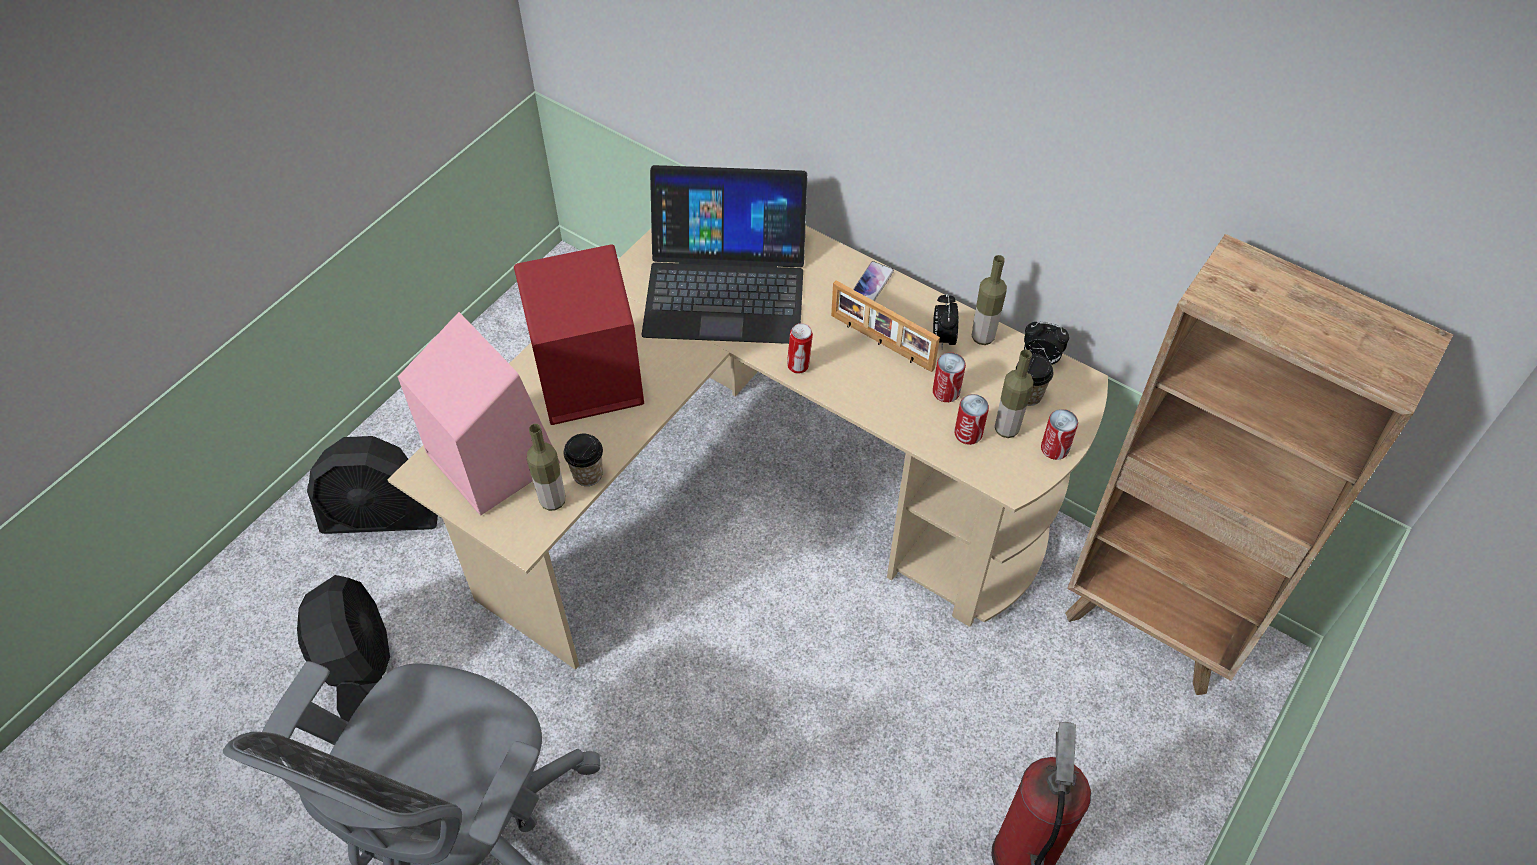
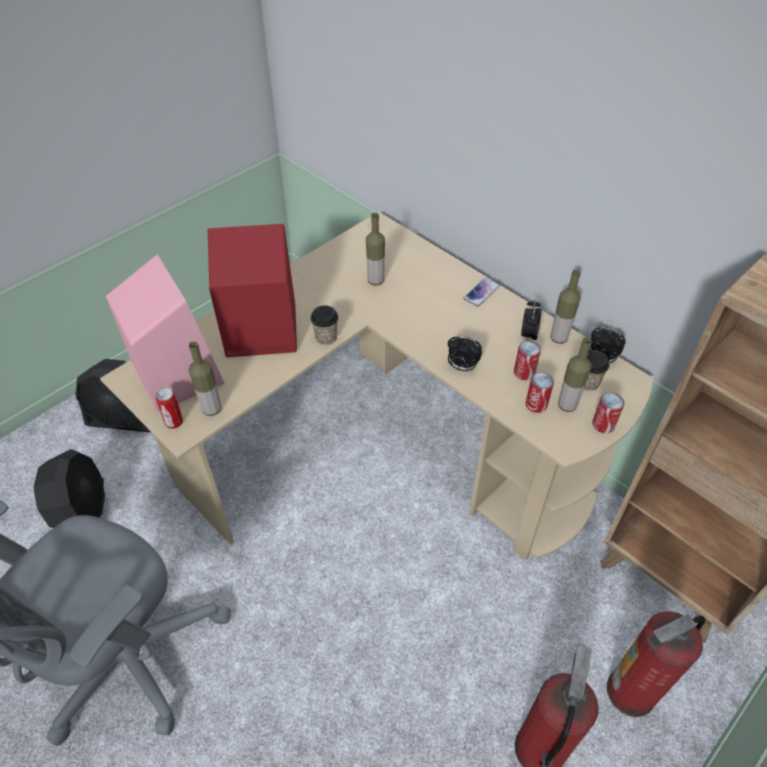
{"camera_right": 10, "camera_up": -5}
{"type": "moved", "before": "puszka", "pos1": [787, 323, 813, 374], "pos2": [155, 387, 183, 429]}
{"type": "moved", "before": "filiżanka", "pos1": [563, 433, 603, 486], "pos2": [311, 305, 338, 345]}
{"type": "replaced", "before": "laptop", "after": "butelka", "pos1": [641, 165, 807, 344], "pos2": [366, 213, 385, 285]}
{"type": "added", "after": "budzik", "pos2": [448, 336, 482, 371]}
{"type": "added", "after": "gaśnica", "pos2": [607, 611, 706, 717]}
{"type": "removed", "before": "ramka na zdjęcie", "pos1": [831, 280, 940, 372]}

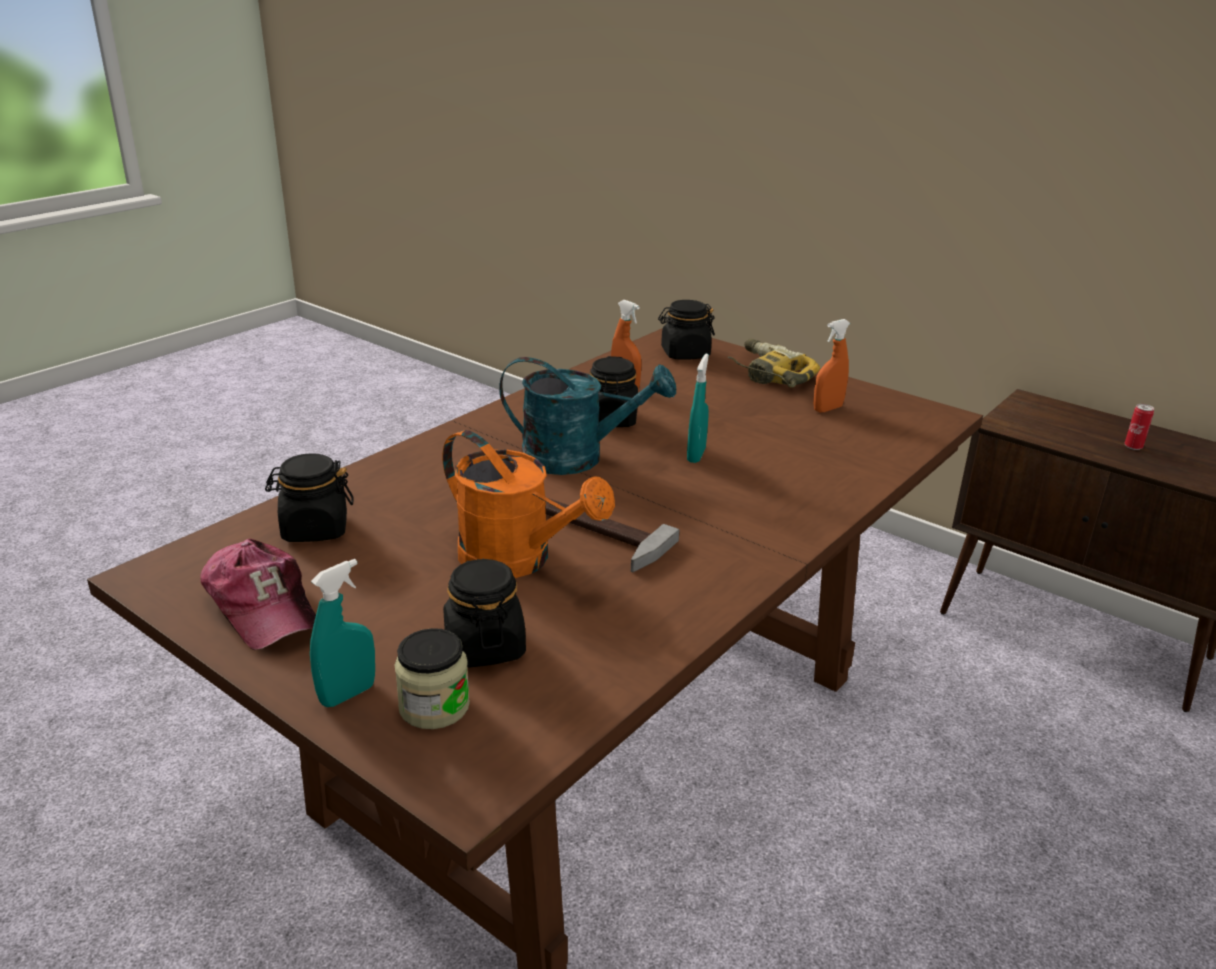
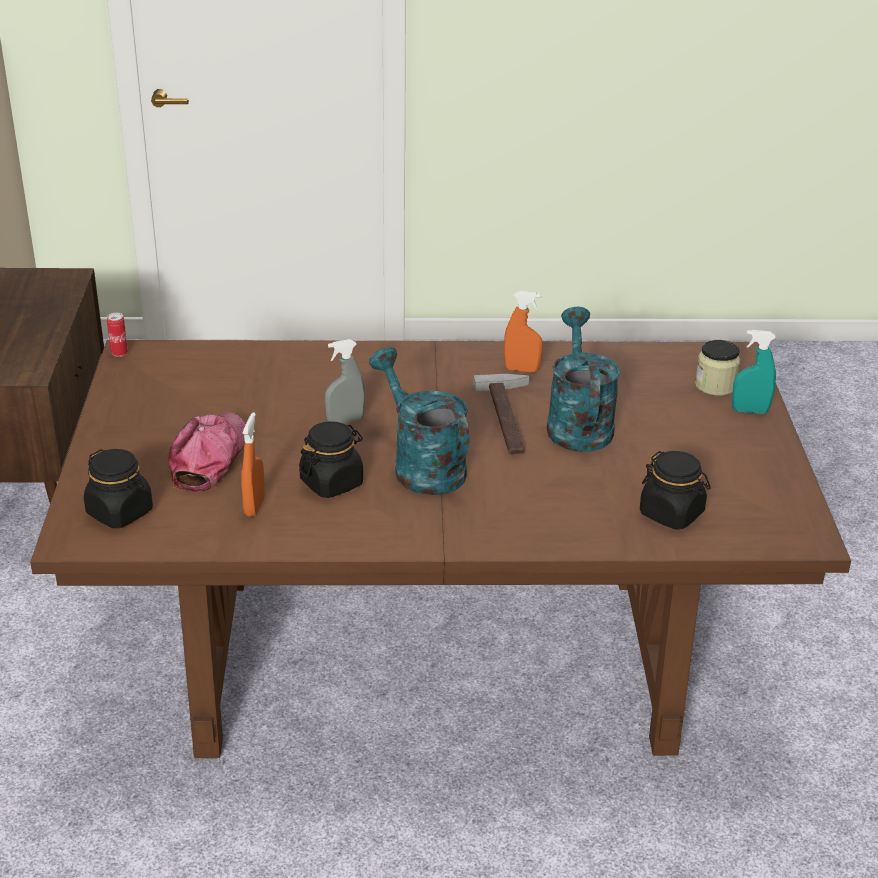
{"camera_right": -130, "camera_up": 5}
{"type": "moved", "before": "puszka", "pos1": [1125, 404, 1154, 450], "pos2": [107, 313, 128, 357]}
{"type": "moved", "before": "czapka z daszkiem", "pos1": [200, 539, 316, 650], "pos2": [169, 412, 246, 492]}
{"type": "recoloured", "before": "spryskiwacz [turkusowy]", "after": "spryskiwacz [szary]", "pos1": [687, 354, 709, 463], "pos2": [325, 339, 365, 424]}
{"type": "moved", "before": "spryskiwacz [pomarańczowy]", "pos1": [813, 319, 850, 413], "pos2": [504, 291, 543, 373]}
{"type": "recoloured", "before": "konewka [pomarańczowy]", "after": "konewka [turkusowy]", "pos1": [442, 430, 615, 578], "pos2": [547, 307, 620, 452]}
{"type": "removed", "before": "słoik [czarny]", "pos1": [443, 558, 526, 668]}
{"type": "removed", "before": "wiertarka", "pos1": [728, 338, 820, 388]}

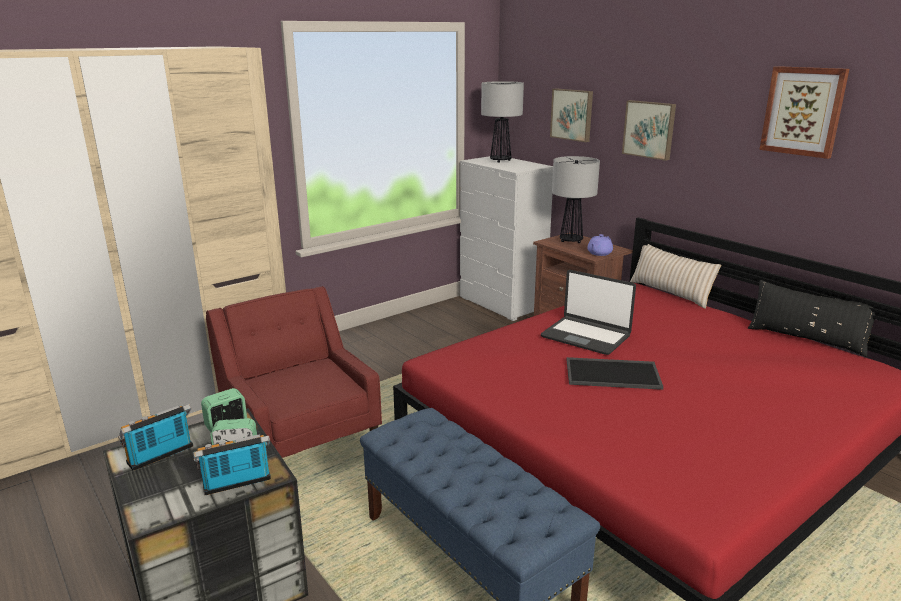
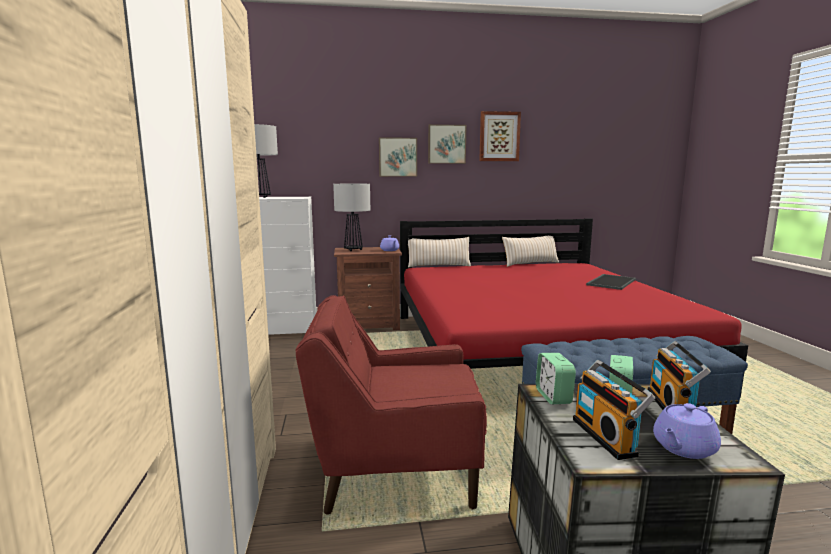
{"camera_right": -60, "camera_up": -10}
{"type": "moved", "before": "obraz", "pos1": [550, 88, 593, 142], "pos2": [428, 124, 467, 164]}
{"type": "recoloured", "before": "poduszka [czarny]", "after": "poduszka [beżowy]", "pos1": [748, 280, 875, 357], "pos2": [502, 236, 559, 267]}
{"type": "moved", "before": "taca", "pos1": [567, 357, 663, 390], "pos2": [586, 274, 636, 290]}
{"type": "added", "after": "imbryk [fioletowy]", "pos2": [653, 403, 721, 459]}
{"type": "removed", "before": "laptop", "pos1": [541, 270, 636, 355]}

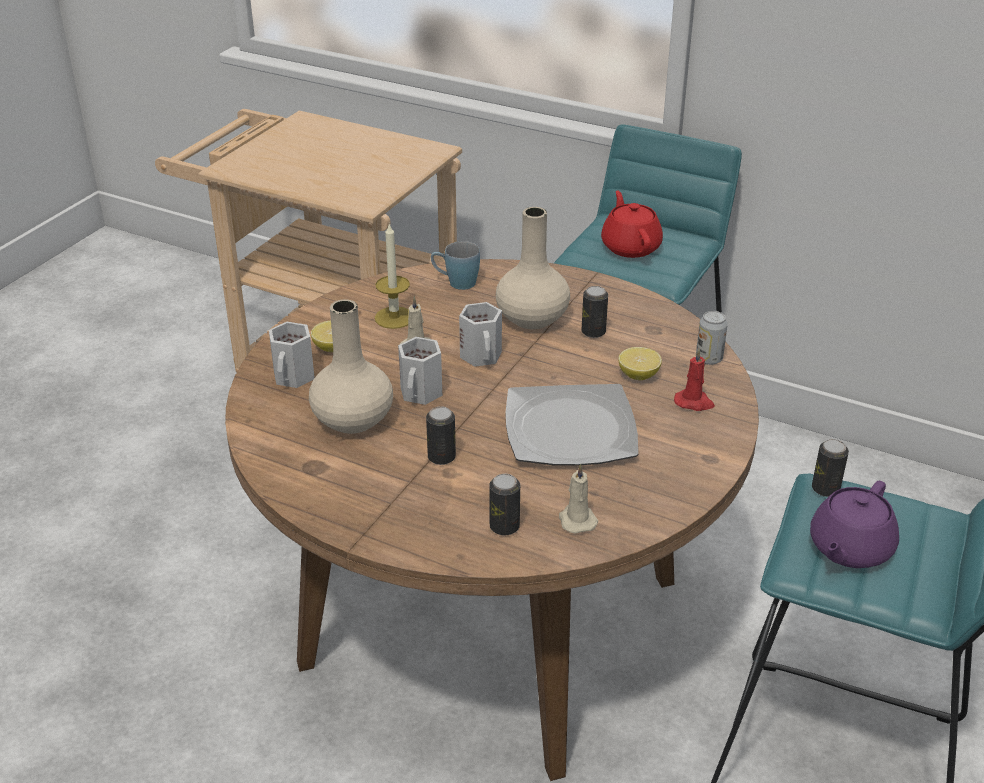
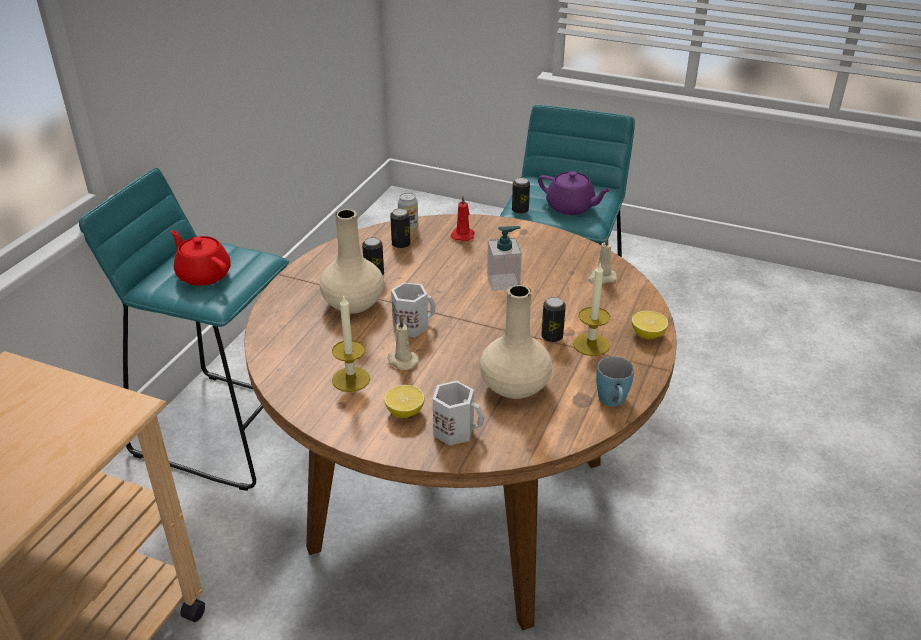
{"camera_right": -95, "camera_up": 0}
{"type": "turned", "before": "imbryk [czerwony]", "pos1": [601, 191, 663, 258], "pos2": [171, 230, 231, 286], "turn": 60}
{"type": "moved", "before": "puszka", "pos1": [490, 474, 520, 536], "pos2": [390, 208, 411, 249]}
{"type": "replaced", "before": "talerz", "after": "dozownik mydła", "pos1": [505, 384, 638, 466], "pos2": [487, 226, 522, 291]}
{"type": "added", "after": "świeca", "pos2": [573, 264, 610, 356]}
{"type": "moved", "before": "kubek [niebieski]", "pos1": [431, 241, 480, 290], "pos2": [596, 356, 634, 407]}
{"type": "moved", "before": "cytryna", "pos1": [619, 347, 662, 380], "pos2": [632, 311, 668, 339]}
{"type": "removed", "before": "kubek [biały]", "pos1": [398, 337, 442, 405]}

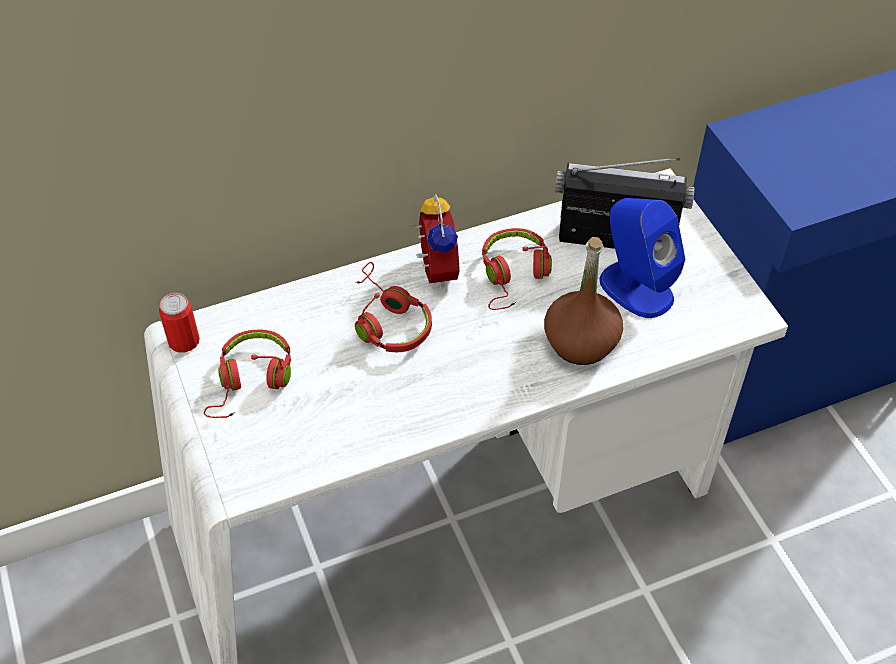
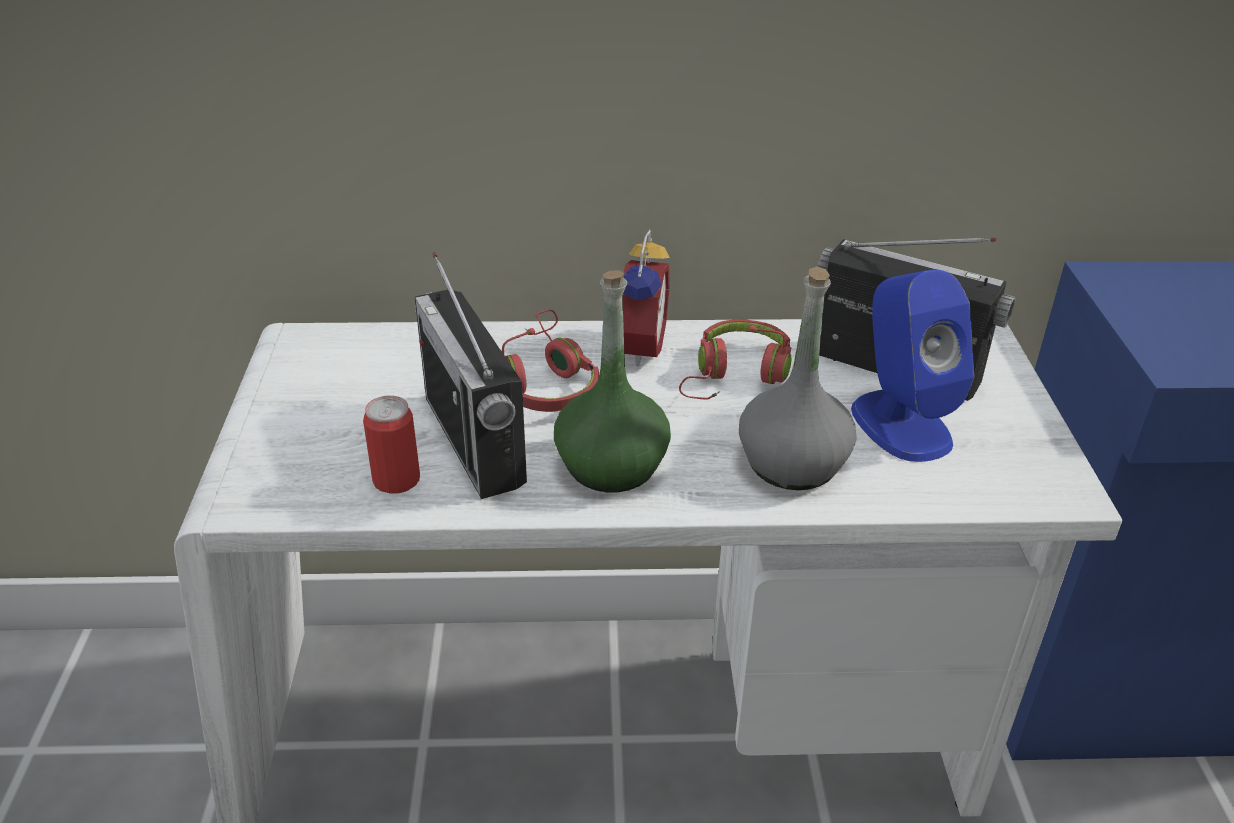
{"camera_right": 20, "camera_up": -15}
{"type": "moved", "before": "puszka", "pos1": [159, 293, 200, 353], "pos2": [363, 395, 420, 494]}
{"type": "added", "after": "radio", "pos2": [415, 252, 527, 499]}
{"type": "added", "after": "butelka [zielony]", "pos2": [554, 270, 671, 492]}
{"type": "recoloured", "before": "butelka [brązowy]", "after": "butelka [szary]", "pos1": [544, 237, 623, 365], "pos2": [739, 267, 856, 490]}
{"type": "removed", "before": "słuchawki [czerwony]", "pos1": [204, 330, 291, 418]}

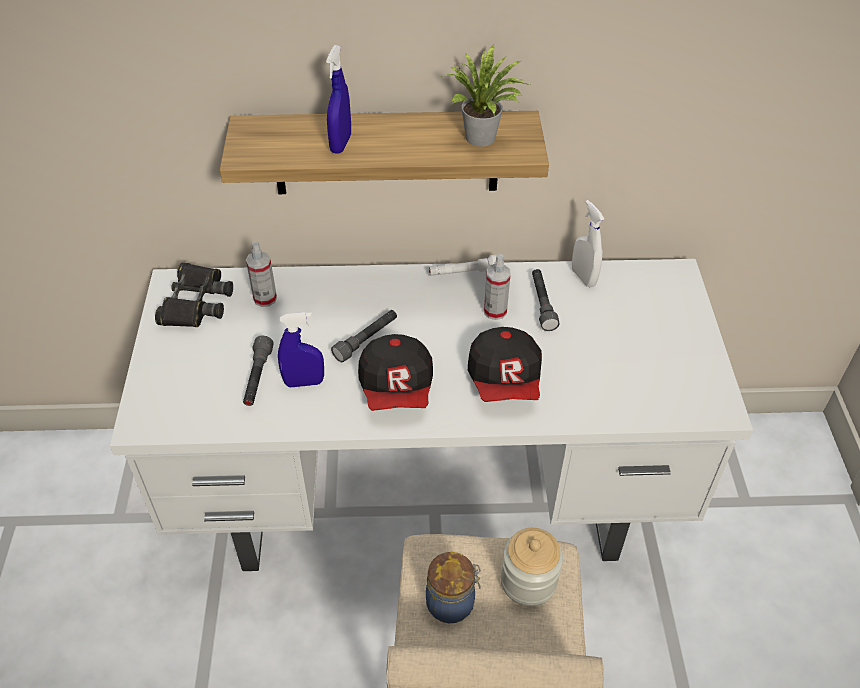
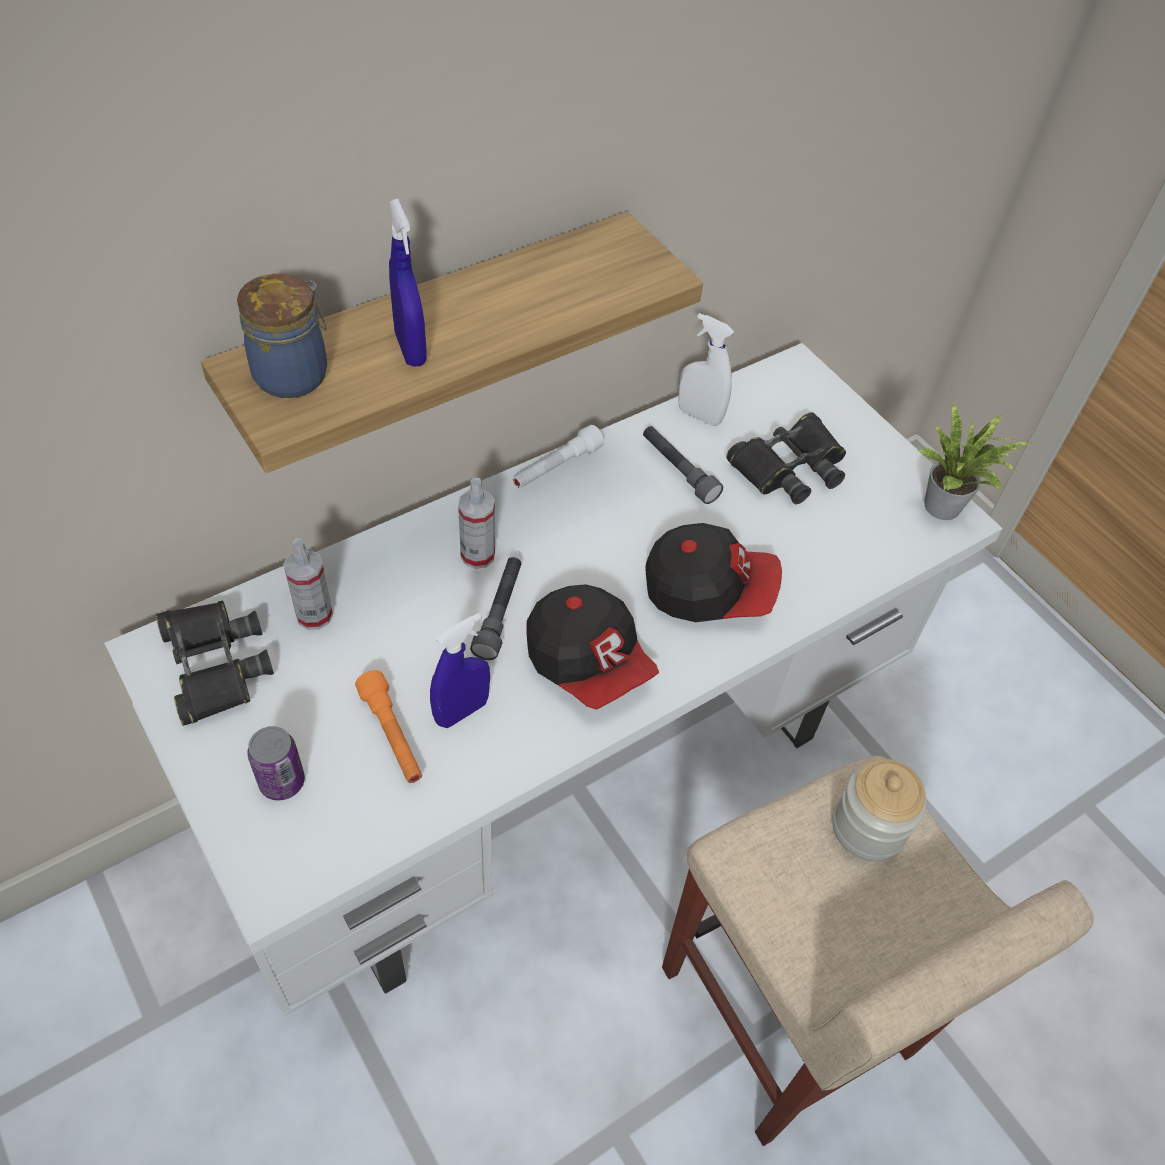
{"camera_right": -35, "camera_up": 5}
{"type": "moved", "before": "słoik", "pos1": [426, 552, 481, 623], "pos2": [237, 273, 327, 398]}
{"type": "added", "after": "puszka", "pos2": [247, 726, 305, 800]}
{"type": "recoloured", "before": "latarka [szary]", "after": "latarka [pomarańczowy]", "pos1": [243, 336, 274, 406], "pos2": [355, 670, 422, 783]}
{"type": "moved", "before": "spryskiwacz", "pos1": [484, 254, 511, 320], "pos2": [458, 478, 495, 569]}
{"type": "turned", "before": "czapka z daszkiem", "pos1": [468, 327, 542, 402], "pos2": [646, 523, 782, 622], "turn": -45}
{"type": "added", "after": "lornetka [czarny]", "pos2": [726, 412, 846, 504]}
{"type": "moved", "before": "roślina doniczkowa", "pos1": [443, 44, 530, 147], "pos2": [918, 400, 1031, 520]}

